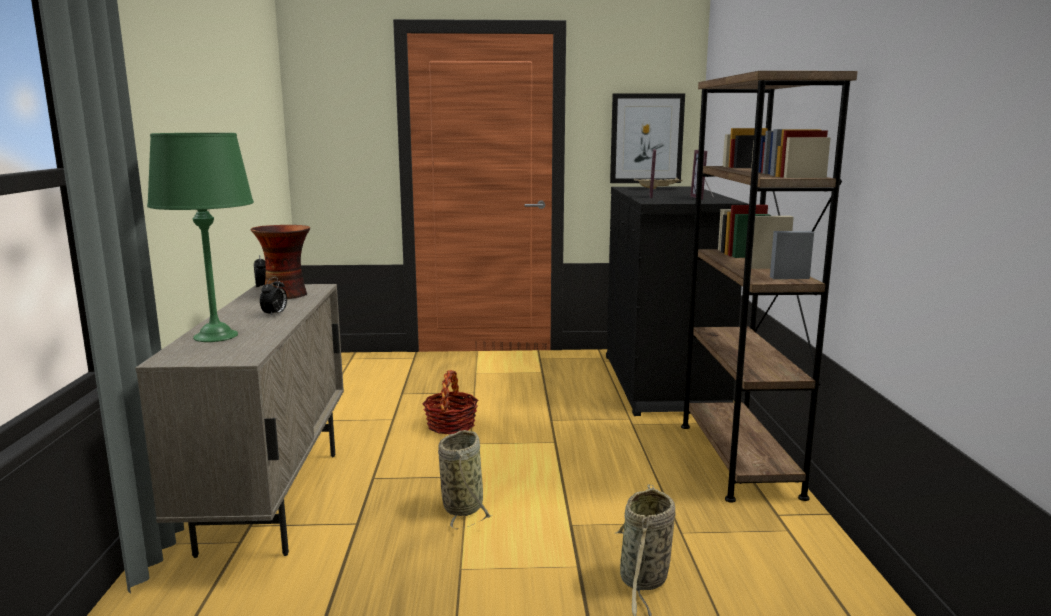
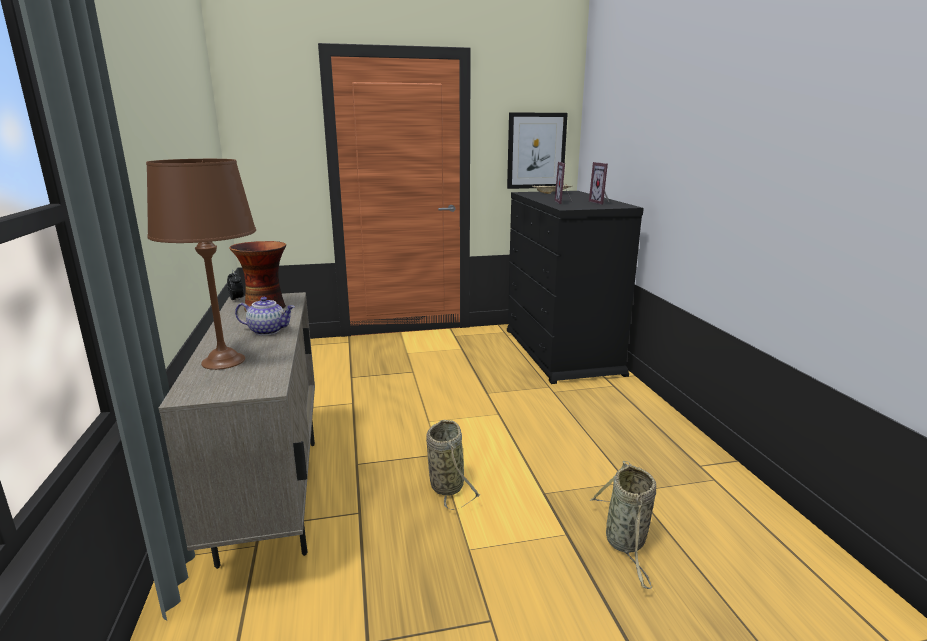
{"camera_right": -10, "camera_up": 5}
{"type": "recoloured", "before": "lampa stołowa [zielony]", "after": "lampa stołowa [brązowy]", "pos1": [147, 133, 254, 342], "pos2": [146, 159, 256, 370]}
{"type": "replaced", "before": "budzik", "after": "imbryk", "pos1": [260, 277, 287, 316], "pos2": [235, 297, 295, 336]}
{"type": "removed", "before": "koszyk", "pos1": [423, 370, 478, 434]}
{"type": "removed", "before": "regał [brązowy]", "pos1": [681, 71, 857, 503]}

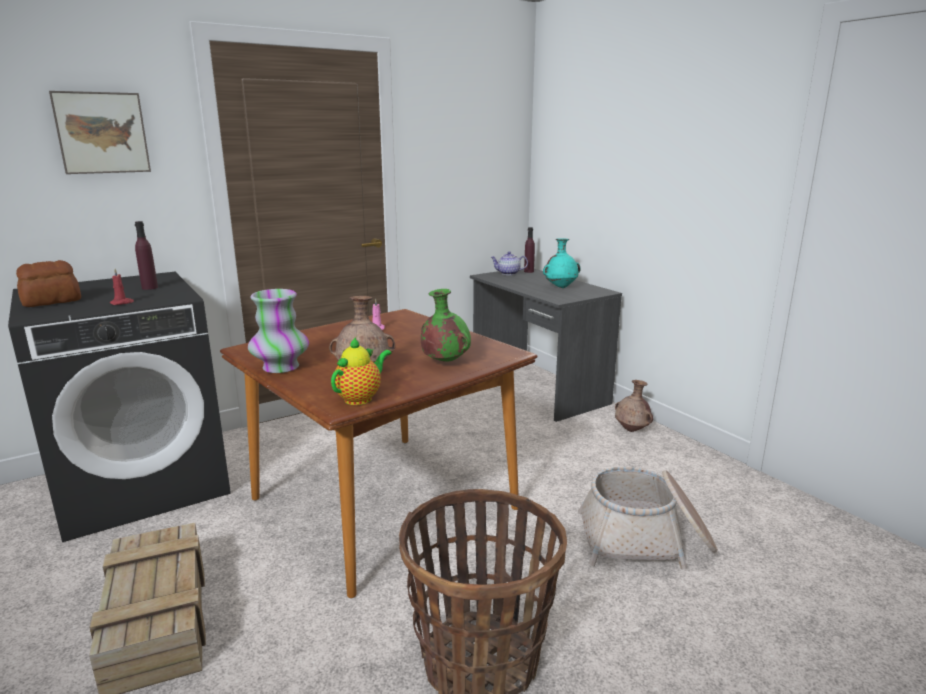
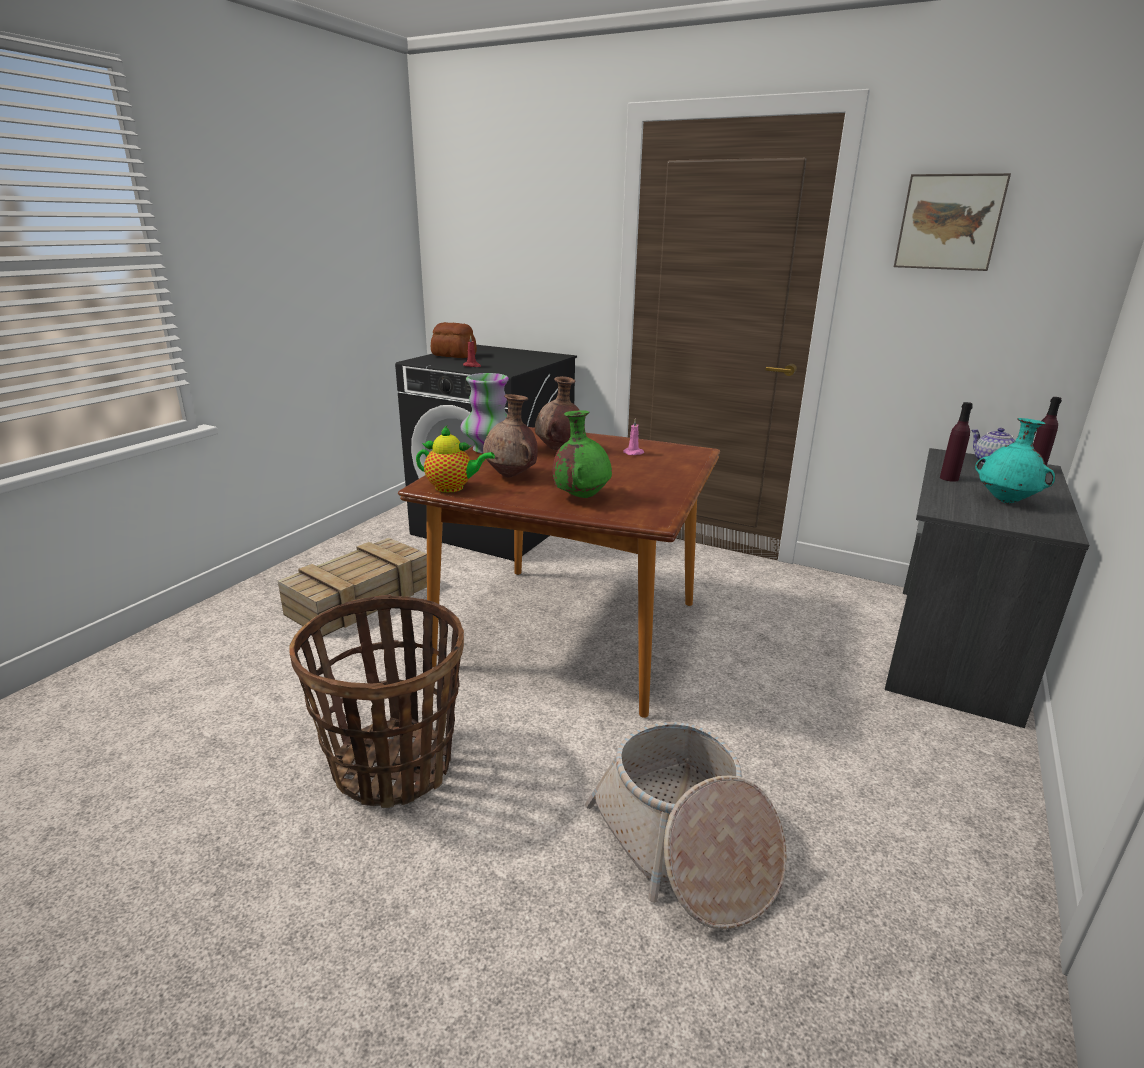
{"camera_right": 60, "camera_up": 5}
{"type": "moved", "before": "wazon [brązowy]", "pos1": [615, 380, 653, 432], "pos2": [535, 376, 580, 450]}
{"type": "moved", "before": "obraz", "pos1": [49, 91, 151, 174], "pos2": [894, 173, 1011, 271]}
{"type": "moved", "before": "butelka [fioletowy]", "pos1": [135, 221, 158, 290], "pos2": [940, 402, 973, 482]}

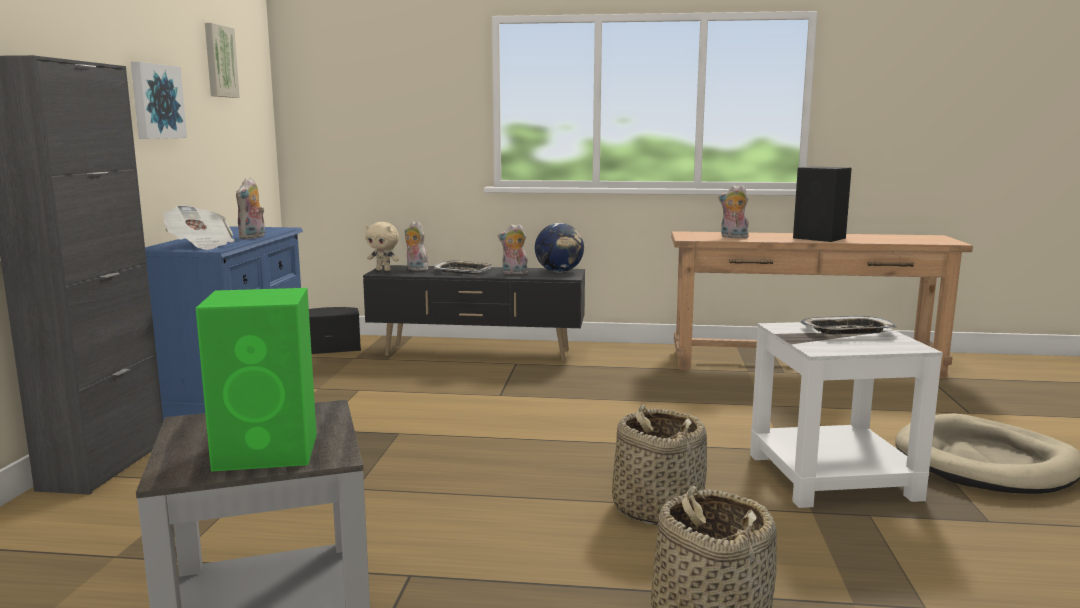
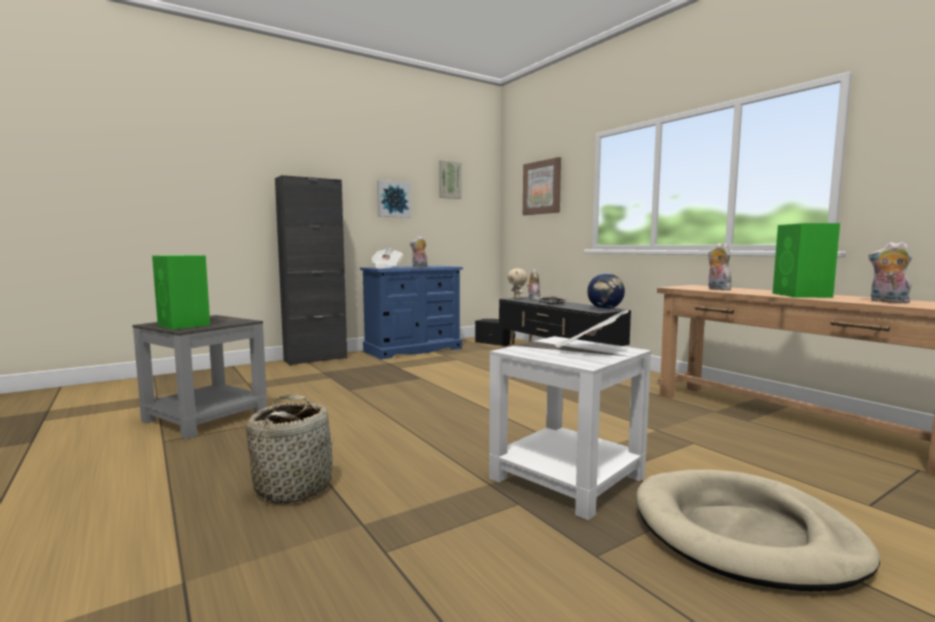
{"camera_right": 50, "camera_up": -5}
{"type": "added", "after": "obraz", "pos2": [523, 157, 561, 215]}
{"type": "replaced", "before": "taca", "after": "gazeta", "pos1": [801, 316, 897, 334], "pos2": [555, 310, 629, 348]}
{"type": "recoloured", "before": "głośnik [czarny]", "after": "głośnik [zielony]", "pos1": [793, 166, 852, 242], "pos2": [772, 223, 840, 298]}
{"type": "moved", "before": "pluszak", "pos1": [498, 224, 528, 274], "pos2": [868, 242, 912, 303]}
{"type": "removed", "before": "koszyk", "pos1": [612, 404, 707, 525]}

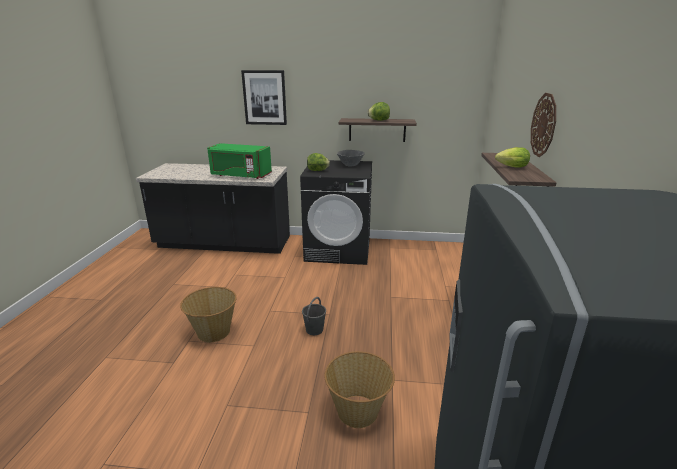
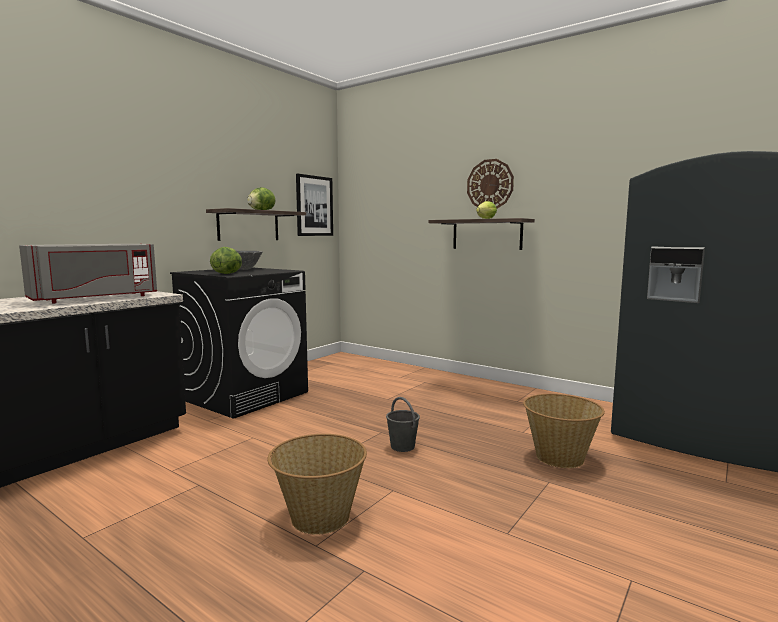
{"camera_right": -60, "camera_up": -15}
{"type": "recoloured", "before": "mikrofalówka [zielony]", "after": "mikrofalówka [szary]", "pos1": [207, 143, 272, 179], "pos2": [19, 244, 157, 303]}
{"type": "moved", "before": "obraz", "pos1": [241, 70, 287, 125], "pos2": [296, 174, 333, 236]}

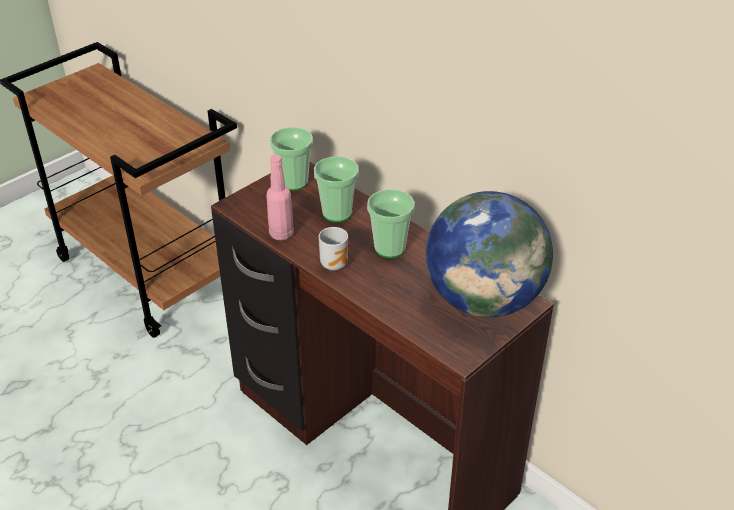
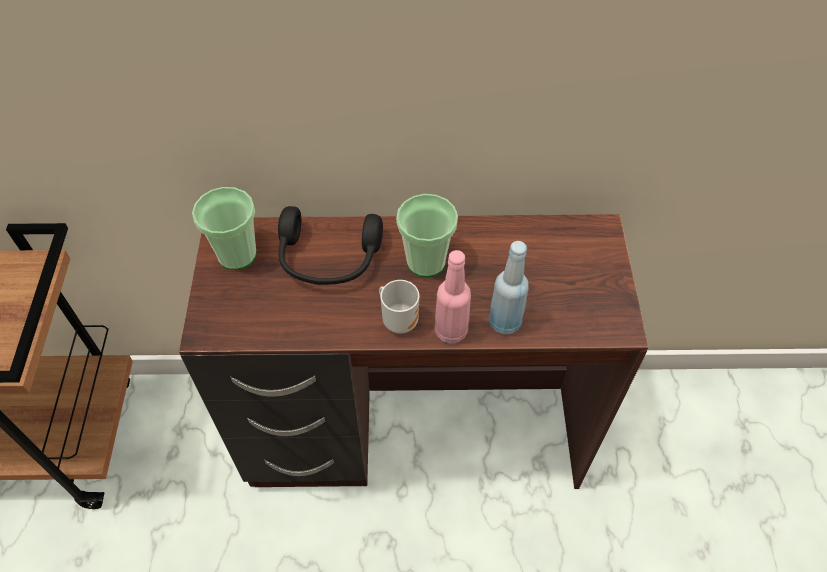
{"camera_right": -45, "camera_up": 15}
{"type": "replaced", "before": "filiżanka", "after": "słuchawki [czarny]", "pos1": [314, 156, 359, 222], "pos2": [278, 206, 383, 285]}
{"type": "moved", "before": "butelka [różowy]", "pos1": [266, 155, 294, 240], "pos2": [435, 250, 471, 344]}
{"type": "added", "after": "butelka [niebieski]", "pos2": [489, 241, 529, 334]}
{"type": "removed", "before": "globus", "pos1": [426, 191, 553, 317]}

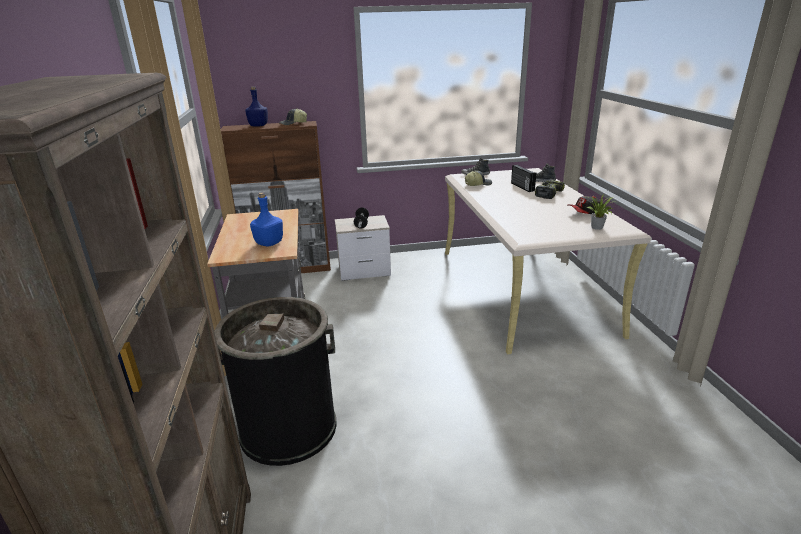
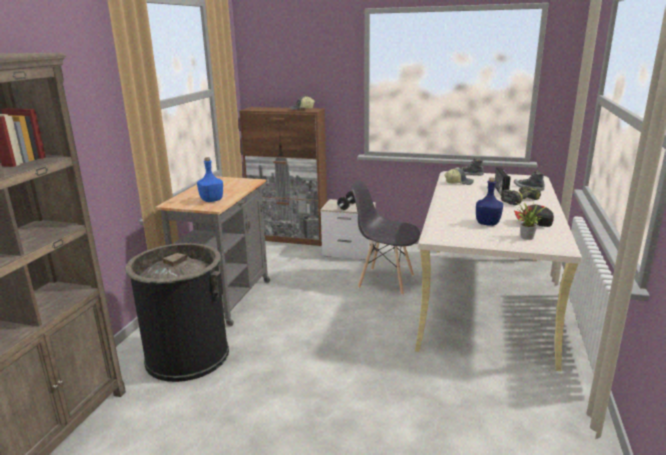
{"camera_right": 25, "camera_up": -5}
{"type": "added", "after": "krzesło [szary]", "pos2": [352, 180, 420, 295]}
{"type": "moved", "before": "butelka [niebieski]", "pos1": [245, 86, 268, 127], "pos2": [476, 177, 503, 226]}

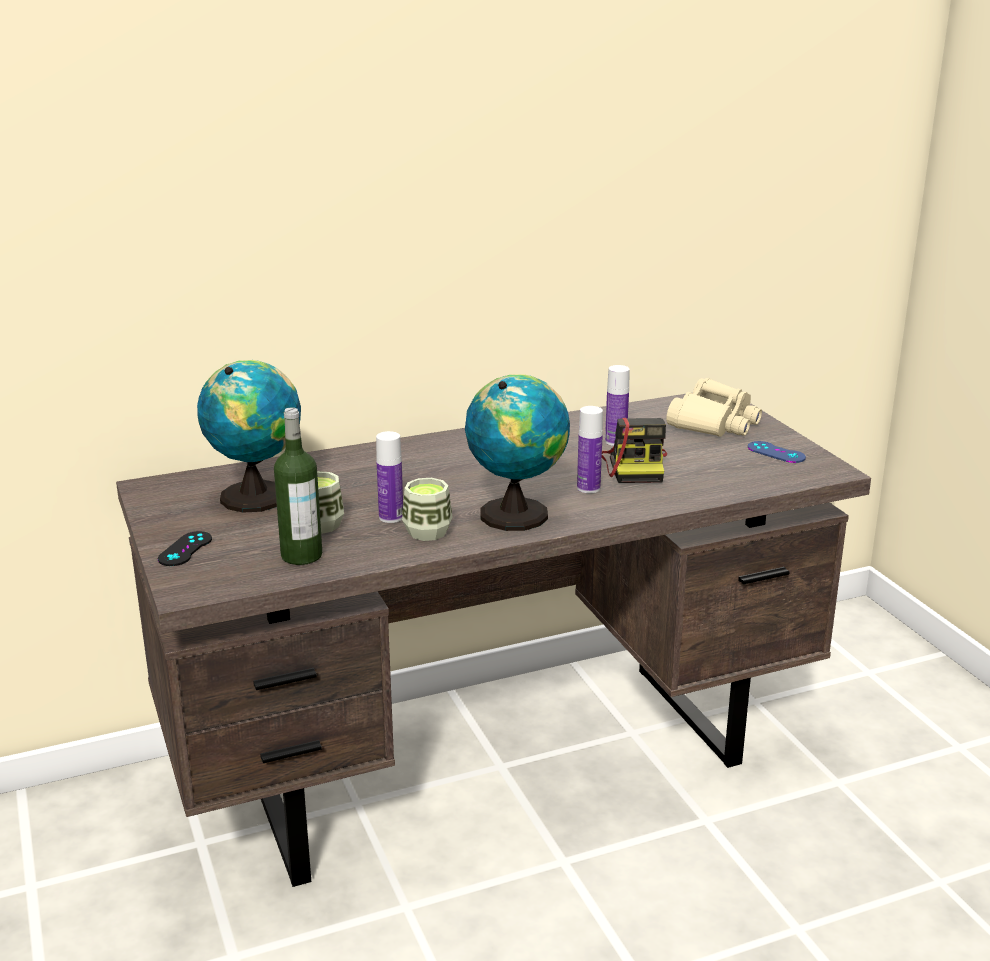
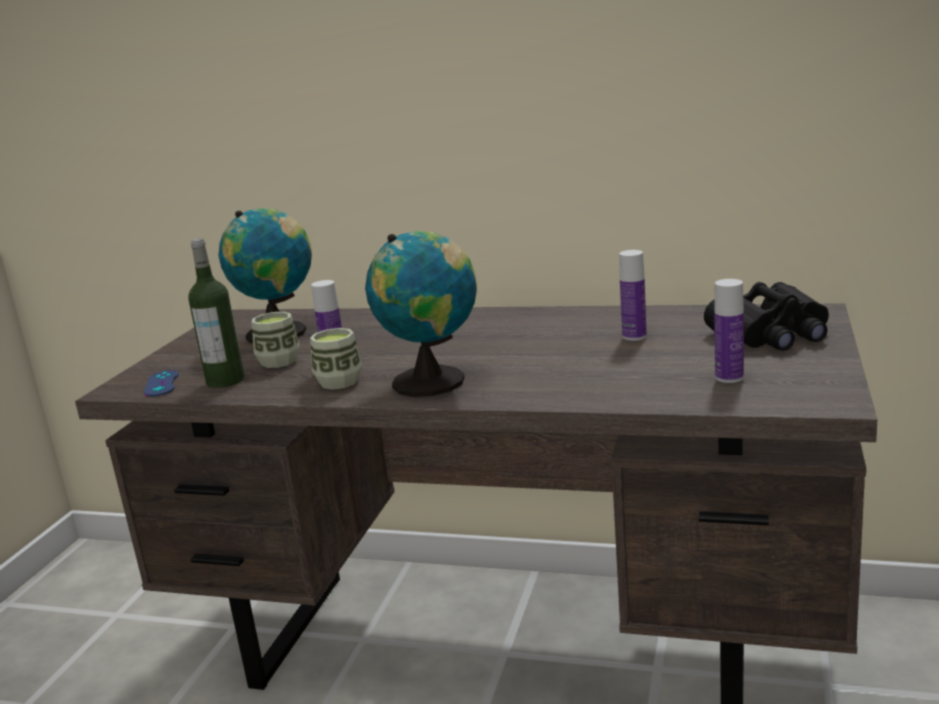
{"camera_right": 40, "camera_up": -5}
{"type": "moved", "before": "pad do gier [niebieski]", "pos1": [748, 441, 806, 463], "pos2": [144, 370, 179, 397]}
{"type": "recoloured", "before": "lornetka [beżowy]", "after": "lornetka [czarny]", "pos1": [666, 378, 762, 437], "pos2": [704, 282, 829, 351]}
{"type": "moved", "before": "butelka", "pos1": [577, 406, 603, 493], "pos2": [714, 279, 744, 383]}
{"type": "removed", "before": "pad do gier [czarny]", "pos1": [158, 531, 212, 566]}
{"type": "removed", "before": "aparat fotograficzny", "pos1": [602, 418, 667, 483]}

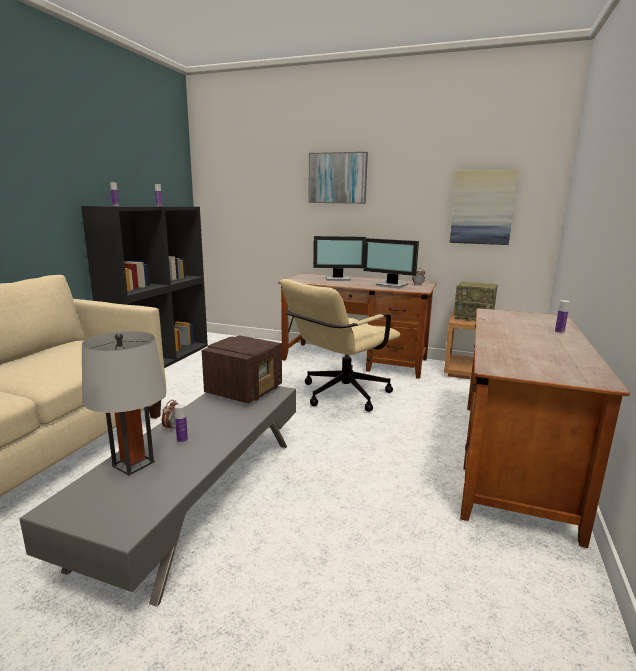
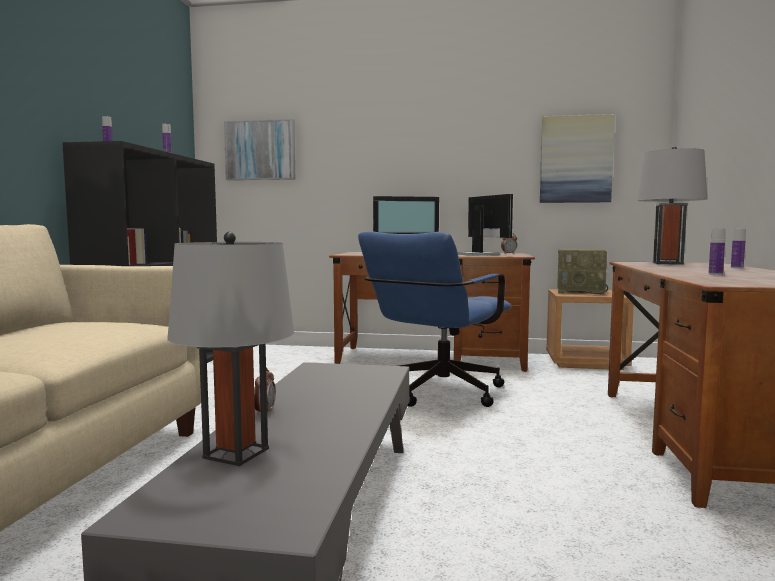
{"camera_right": -10, "camera_up": -10}
{"type": "moved", "before": "obraz", "pos1": [308, 152, 368, 204], "pos2": [224, 119, 295, 180]}
{"type": "recoloured", "before": "krzesło biurowe [beżowy]", "after": "krzesło biurowe [niebieski]", "pos1": [281, 279, 400, 412], "pos2": [358, 231, 511, 407]}
{"type": "turned", "before": "monitor", "pos1": [363, 238, 419, 288], "pos2": [458, 194, 513, 256], "turn": -135}
{"type": "added", "after": "lampa stołowa [szary]", "pos2": [637, 146, 707, 265]}
{"type": "moved", "before": "butelka", "pos1": [174, 404, 188, 443], "pos2": [708, 229, 726, 275]}
{"type": "removed", "before": "radio", "pos1": [202, 335, 282, 404]}

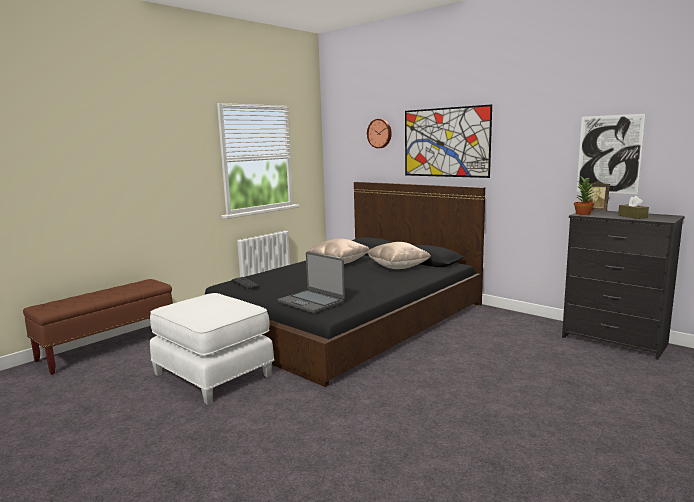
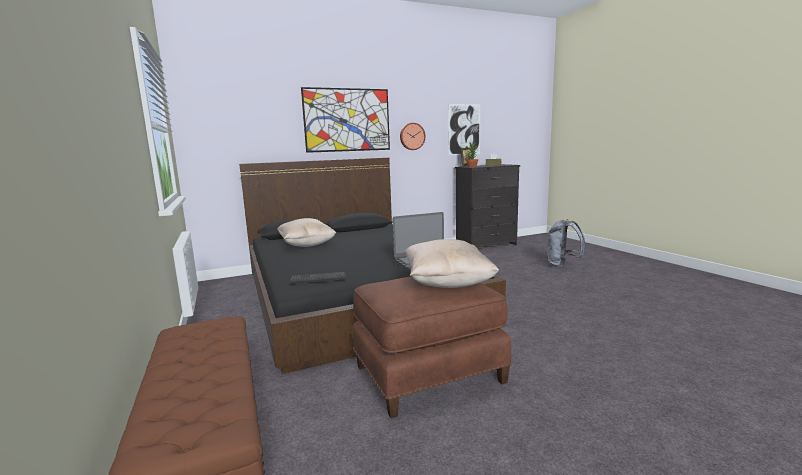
{"camera_right": -65, "camera_up": 0}
{"type": "recoloured", "before": "pufa [biały]", "after": "pufa [brązowy]", "pos1": [150, 293, 274, 405], "pos2": [353, 276, 512, 418]}
{"type": "moved", "before": "zegar ścienny", "pos1": [367, 119, 392, 148], "pos2": [400, 123, 425, 150]}
{"type": "moved", "before": "poduszka [beżowy]", "pos1": [366, 242, 431, 269], "pos2": [405, 239, 499, 288]}
{"type": "added", "after": "plecak [szary]", "pos2": [548, 219, 585, 267]}

